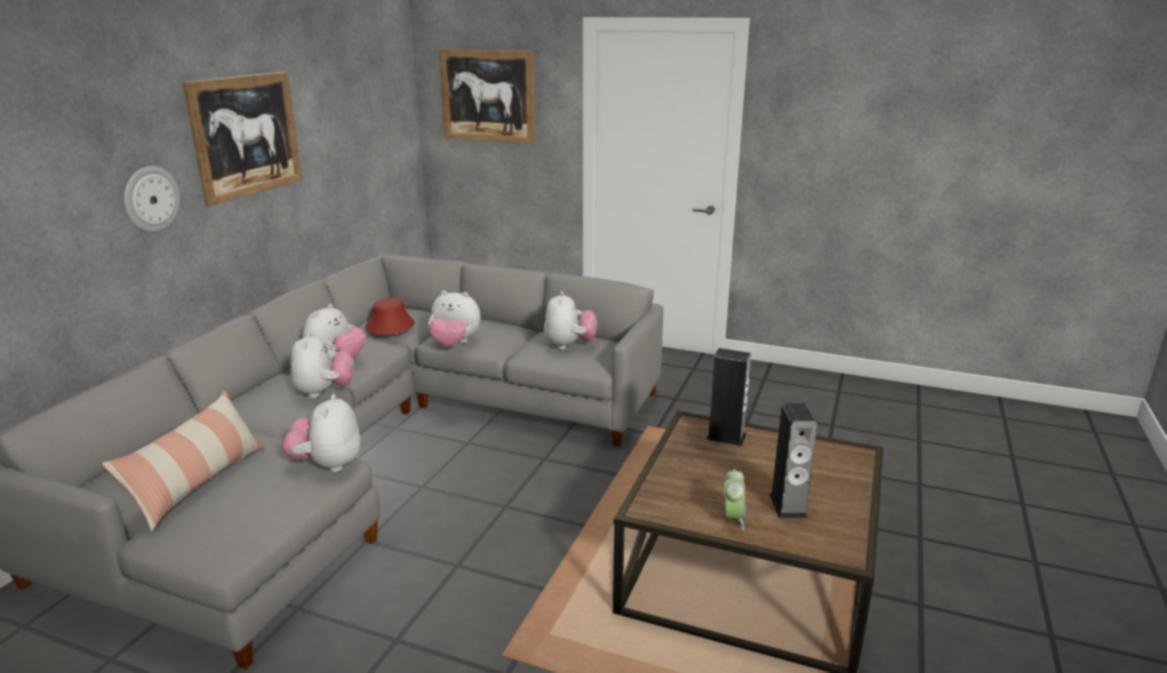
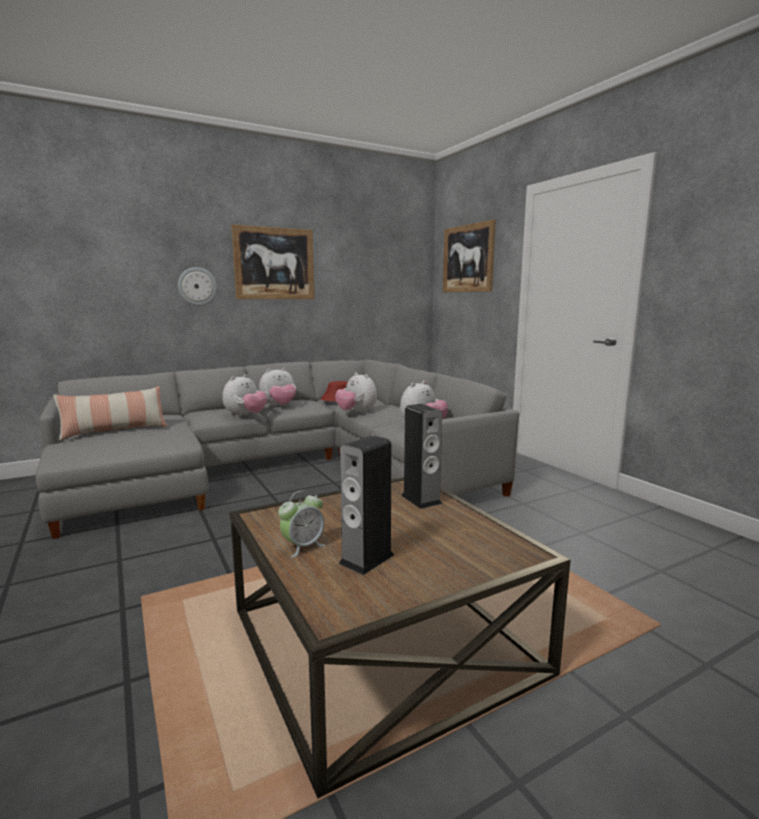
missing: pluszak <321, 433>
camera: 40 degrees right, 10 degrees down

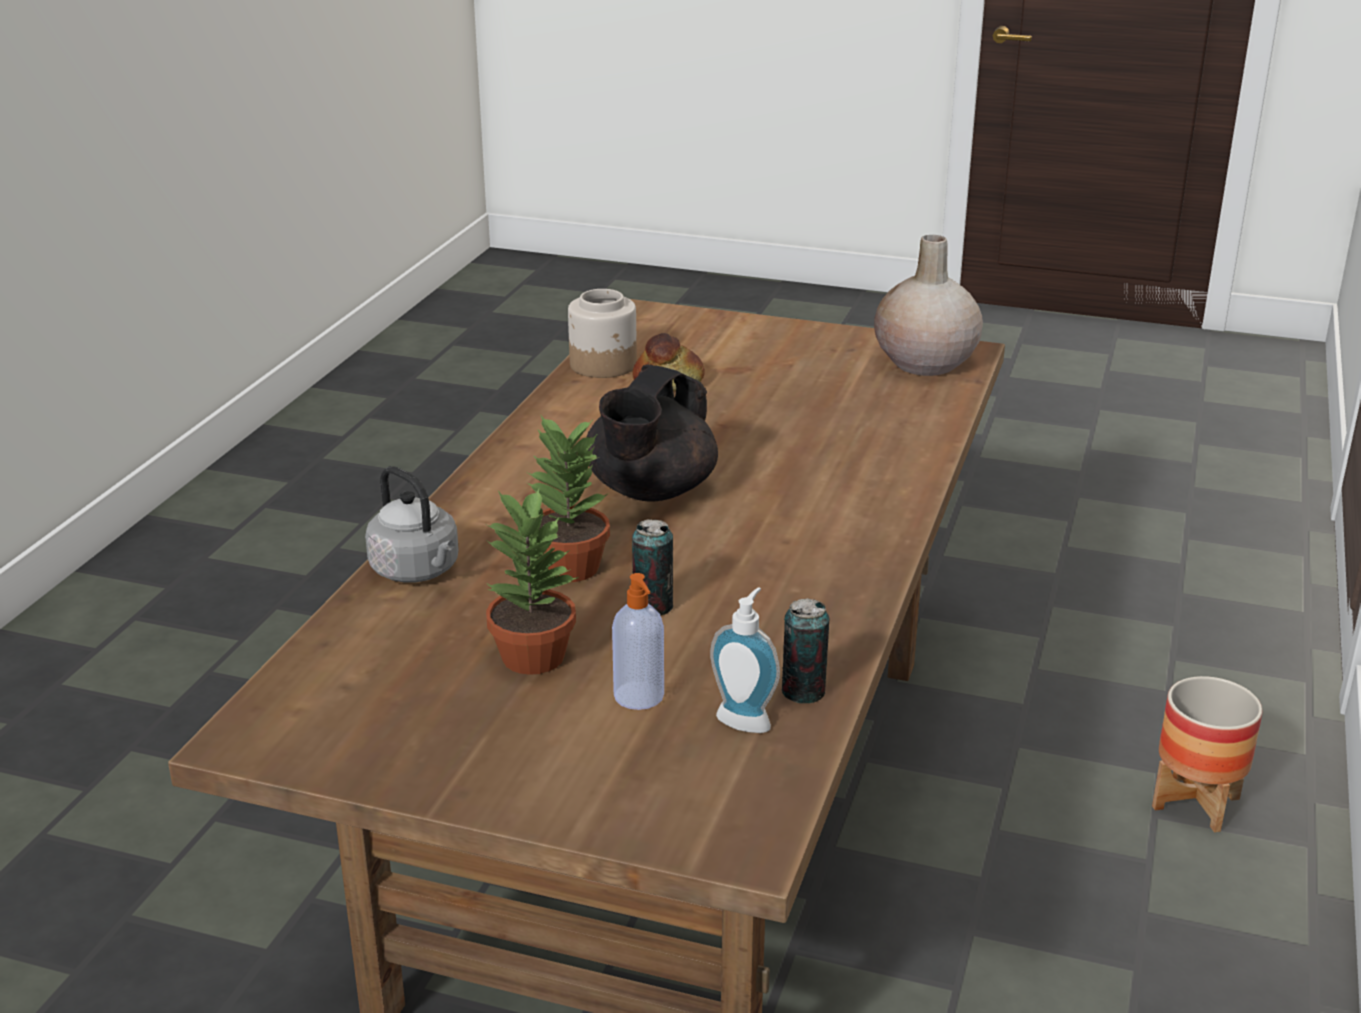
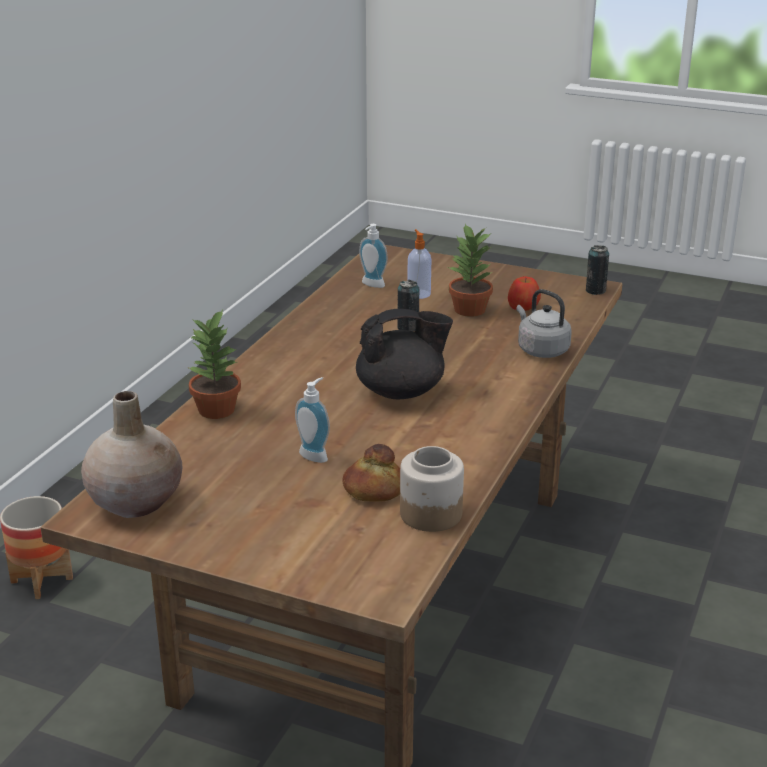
appeared: jabłko <524, 294>; dozownik mydła <312, 420>
relocated: roślina doniczkowa <568, 499> to <214, 364>; puszka <805, 650> to <598, 270>
spun: imbryk/czarny <652, 433> = <404, 354> 45 degrees clockwise
camera: 175 degrees left, 0 degrees up

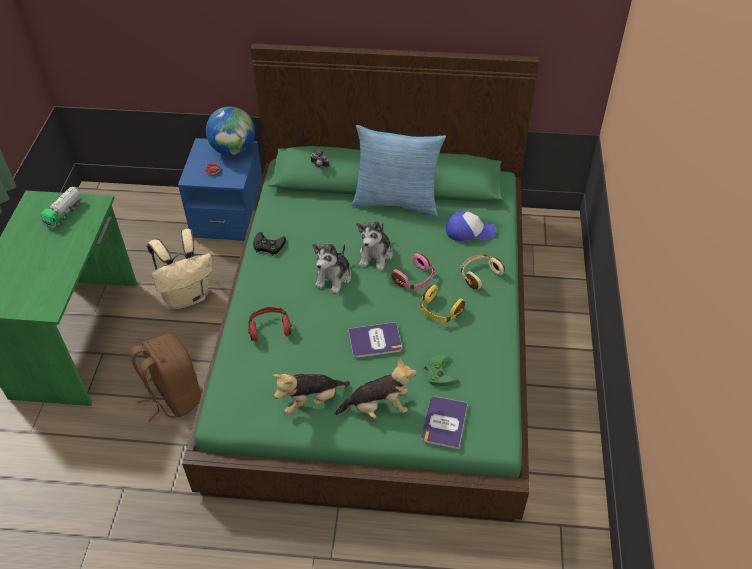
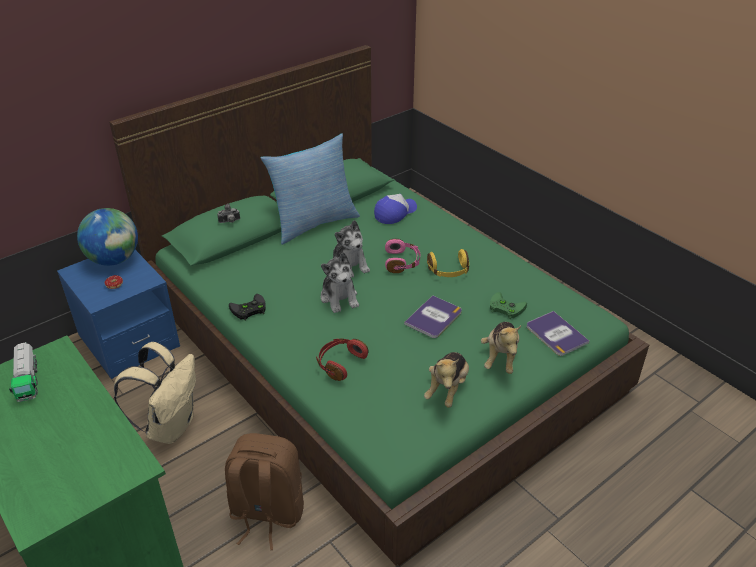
missing: słuchawki/beżowy <483, 272>
spun: pluszak <376, 388> = <501, 348> 150 degrees clockwise
camera: 45 degrees left, 10 degrees down

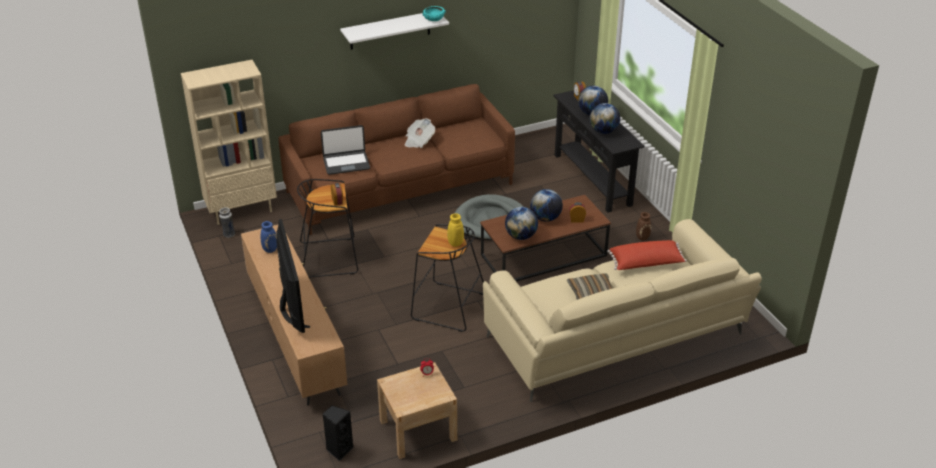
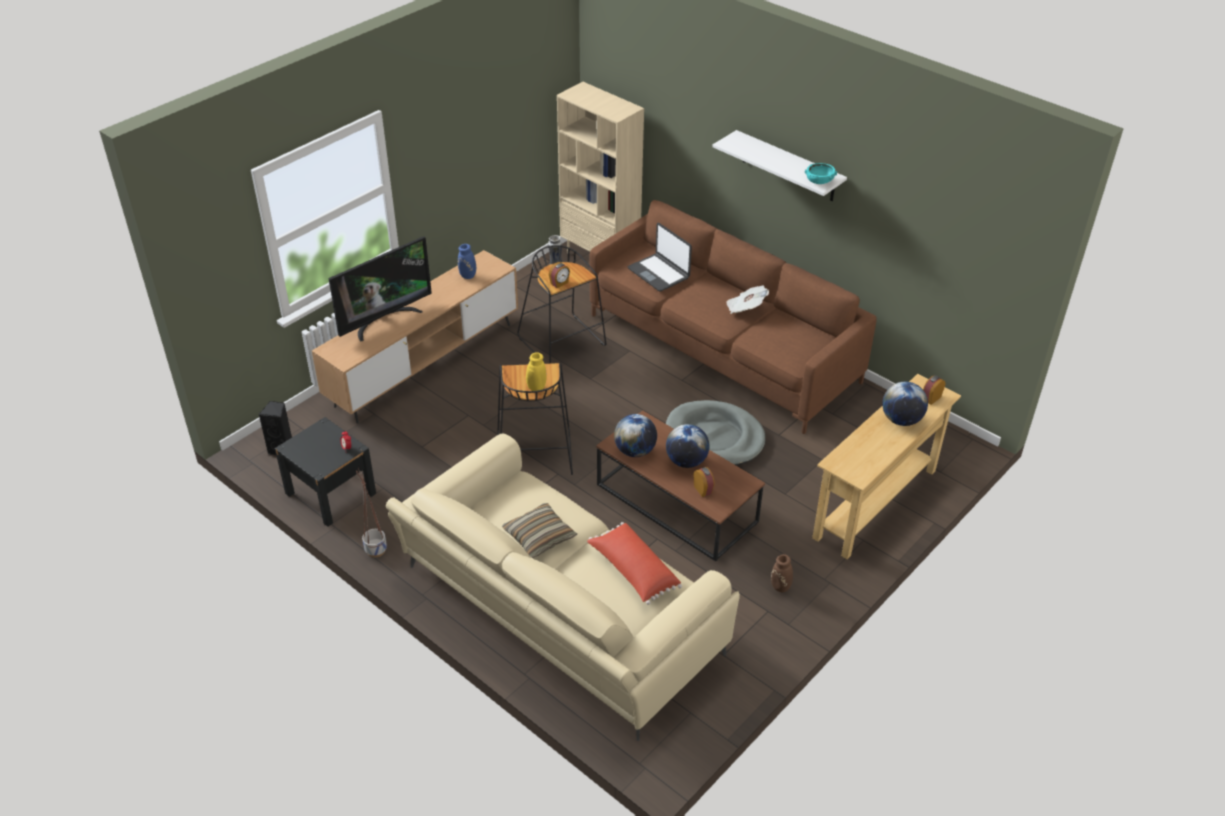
missing: globus <605, 118>
appeared: donica <371, 512>
colour: stolik konsolowy/czarny <599, 151> to stolik konsolowy/beżowy <886, 466>; szafka nocna/beżowy <417, 410> to szafka nocna/czarny <325, 472>
camera: 65 degrees right, 5 degrees up

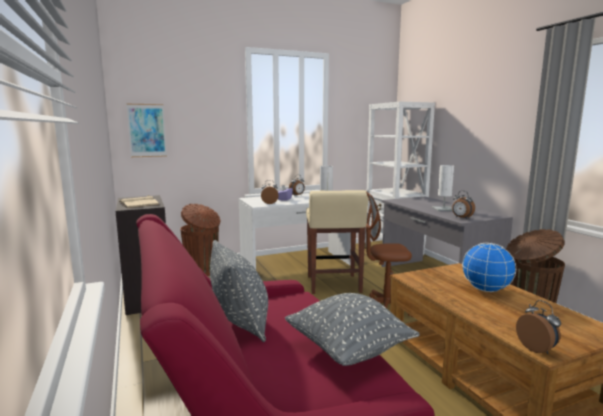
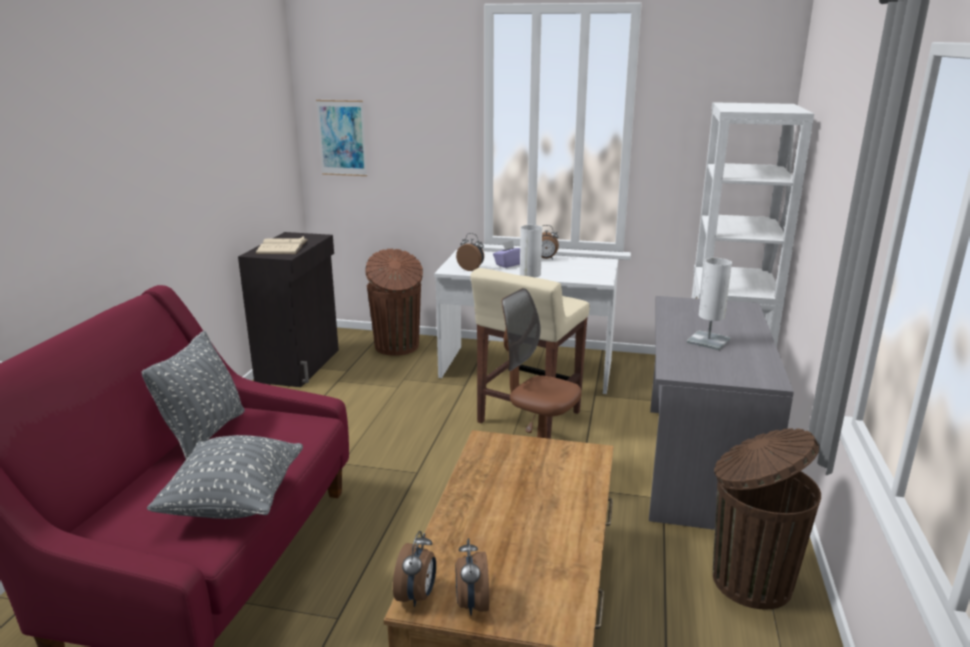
missing: globus <489, 267>
relocated: budzik <463, 205> to <472, 577>
camera: 35 degrees right, 10 degrees up

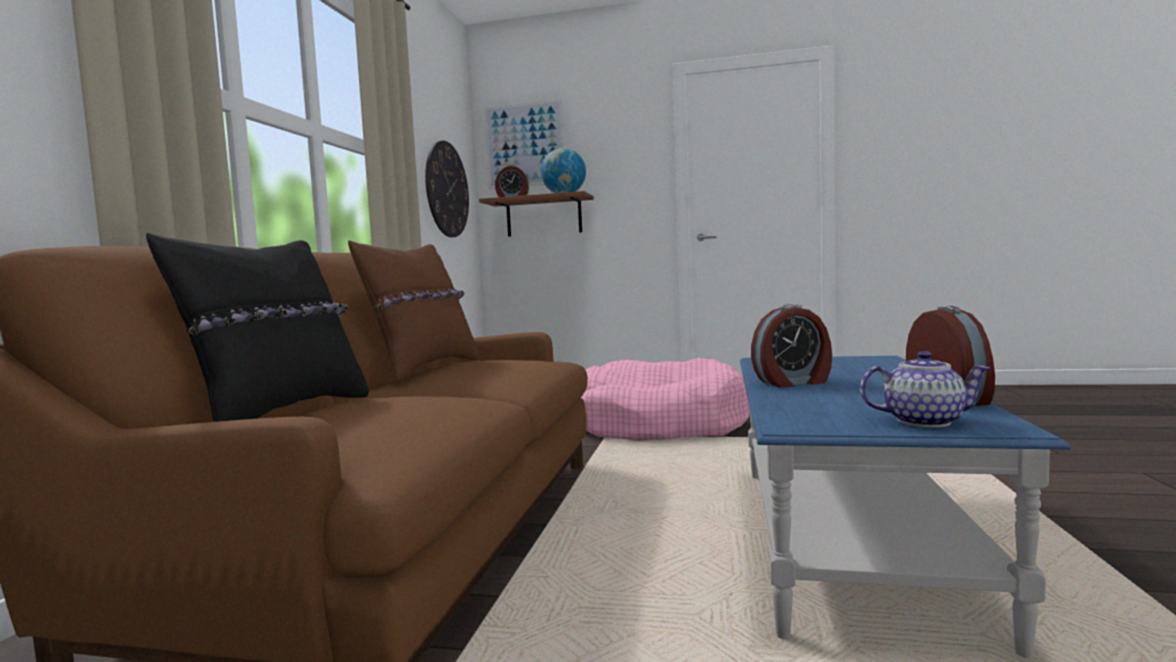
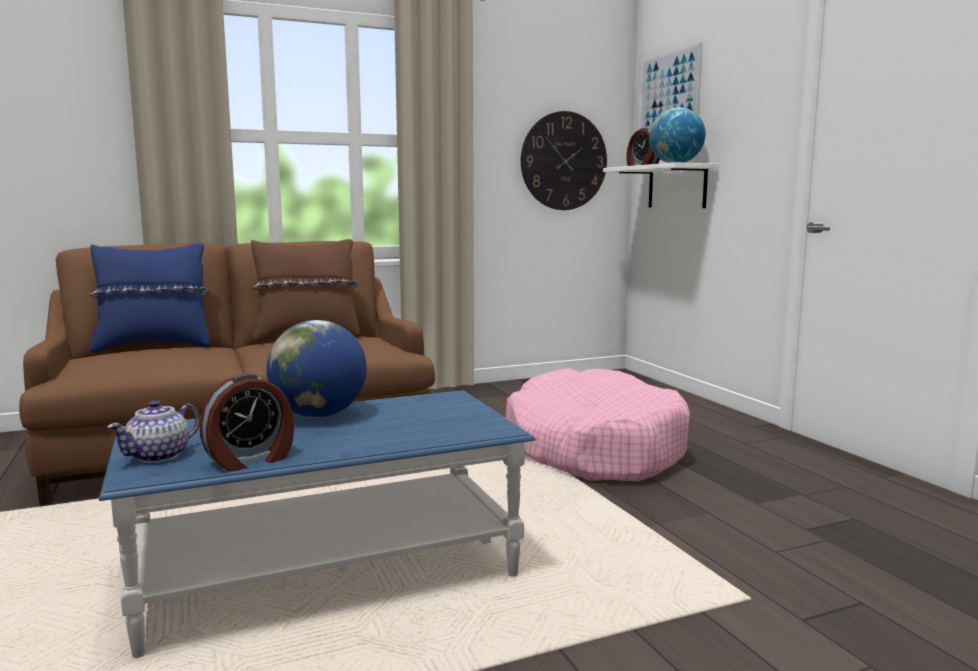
exchanged: budzik <791, 346> to globus <316, 369>
colour: półka/brązowy <536, 214> to półka/biały <661, 185>; poduszka/czarny <257, 327> to poduszka/niebieski <150, 298>
spun: imbryk <925, 389> = <153, 431> 60 degrees clockwise
camera: 55 degrees right, 5 degrees up

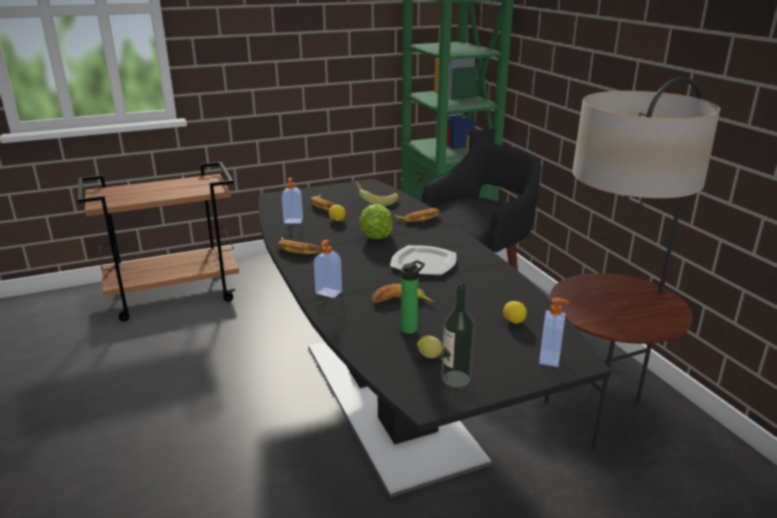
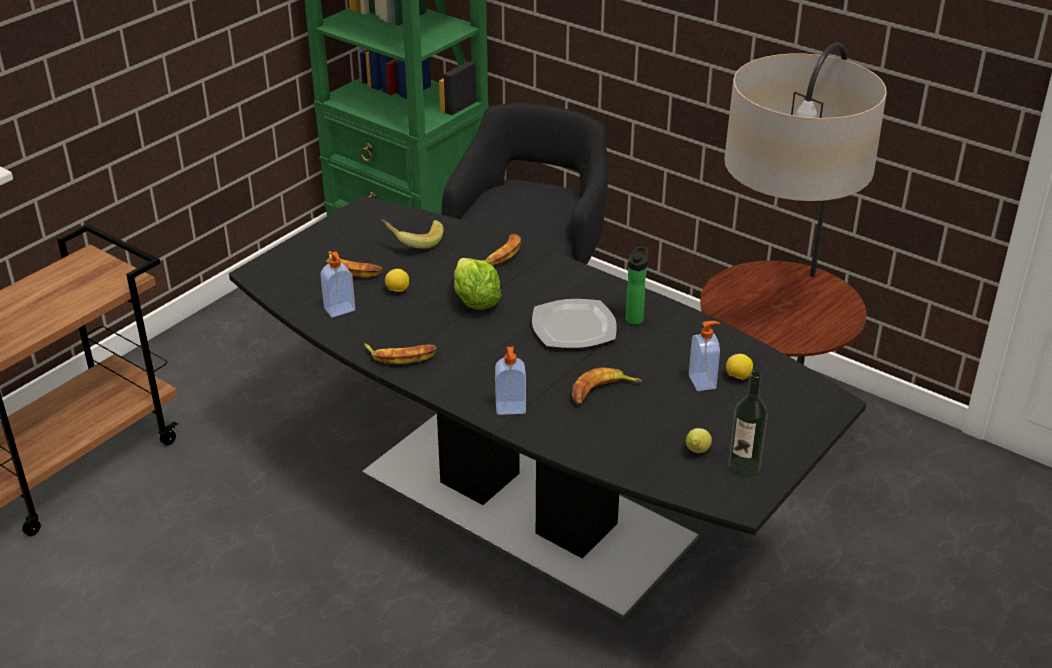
relocated: butelka <413, 297> to <636, 286>; dozownik mydła <554, 332> to <704, 356>
camera: 30 degrees left, 10 degrees up

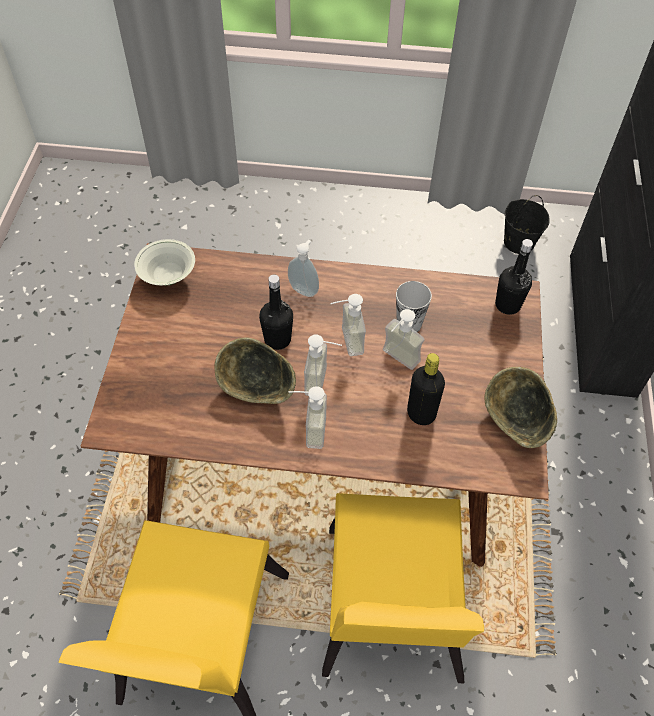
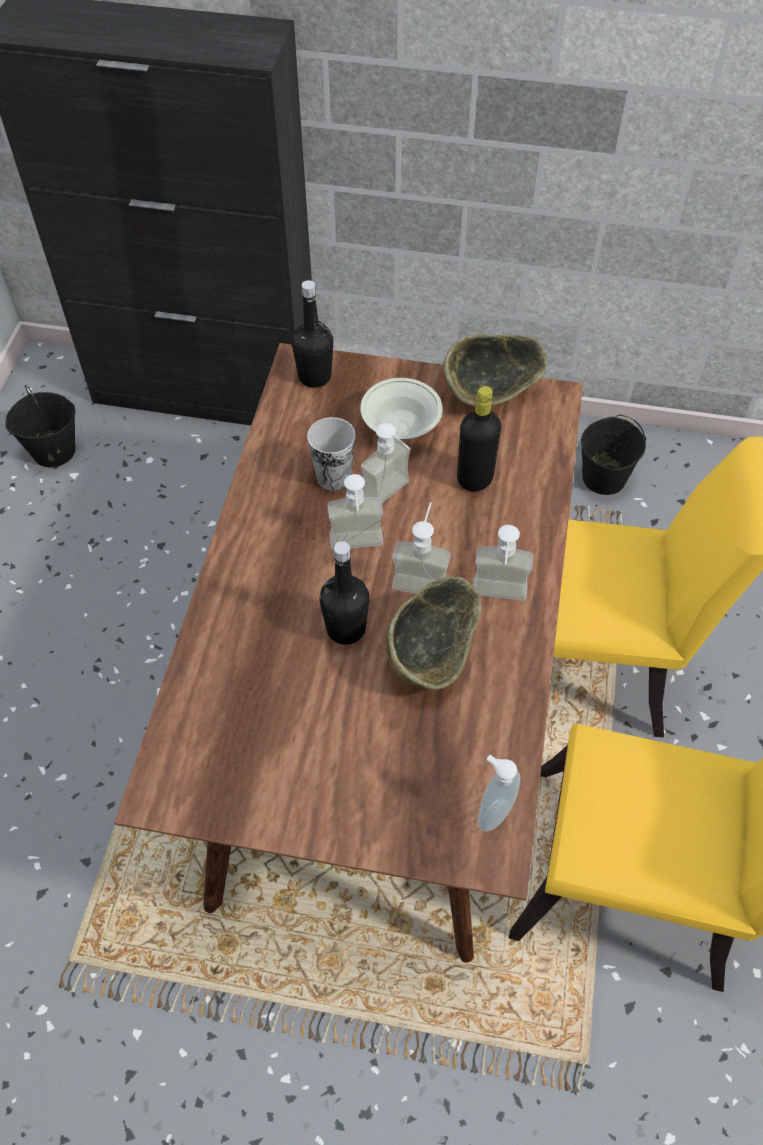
appeared: wiadro/czarny <613, 454>
relocated: miska/biały <164, 262> to <401, 409>; dozownik mydła <303, 268> to <499, 793>
camera: 85 degrees left, 0 degrees up

